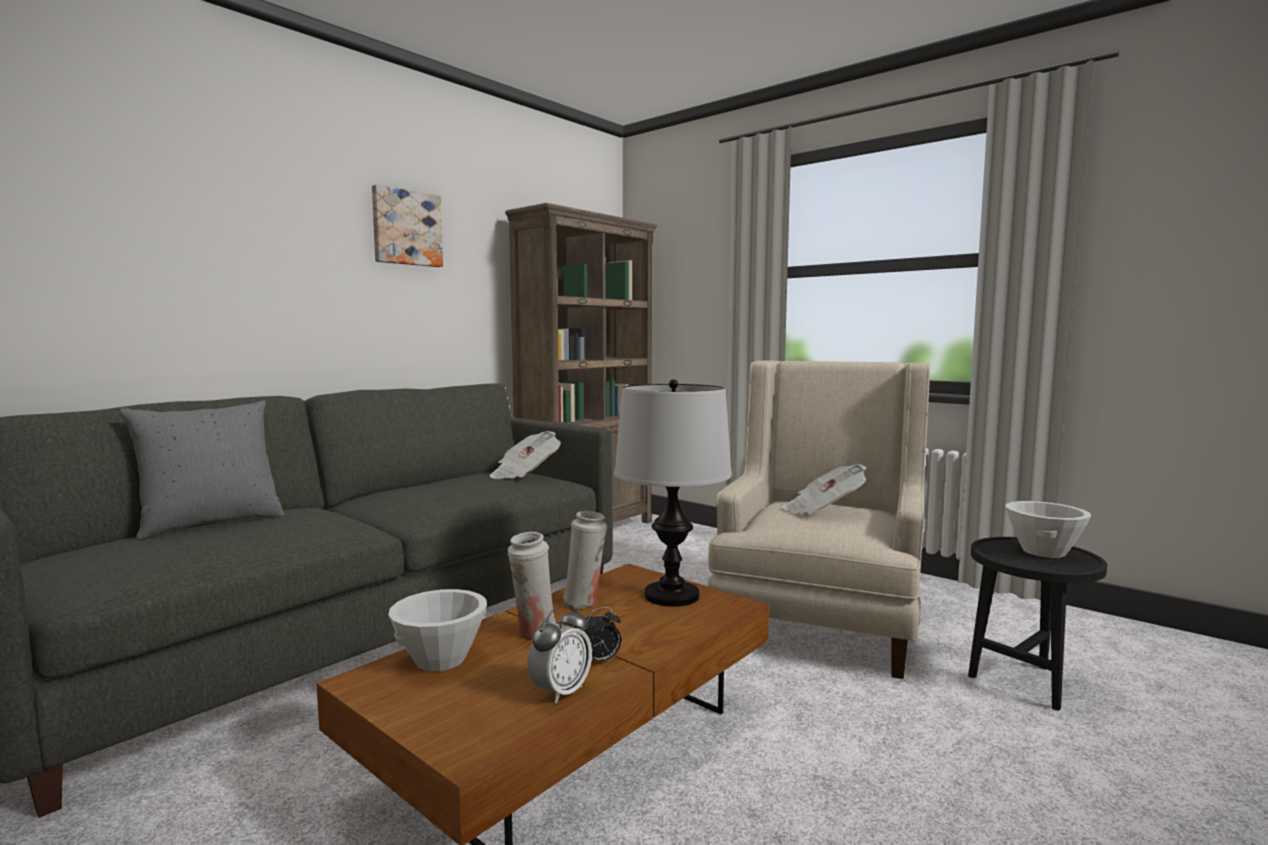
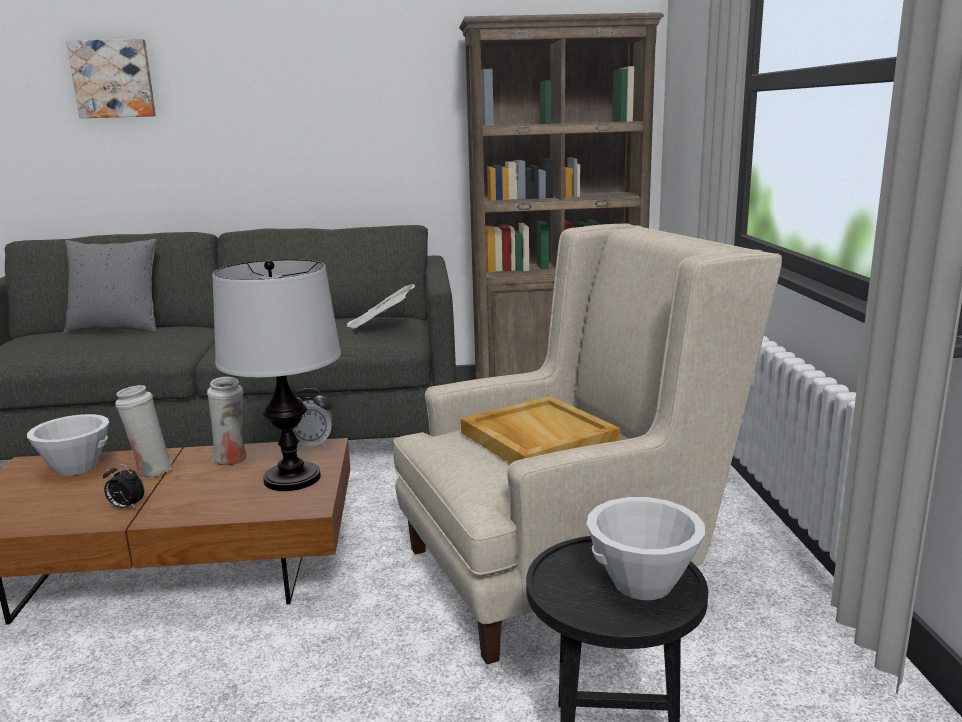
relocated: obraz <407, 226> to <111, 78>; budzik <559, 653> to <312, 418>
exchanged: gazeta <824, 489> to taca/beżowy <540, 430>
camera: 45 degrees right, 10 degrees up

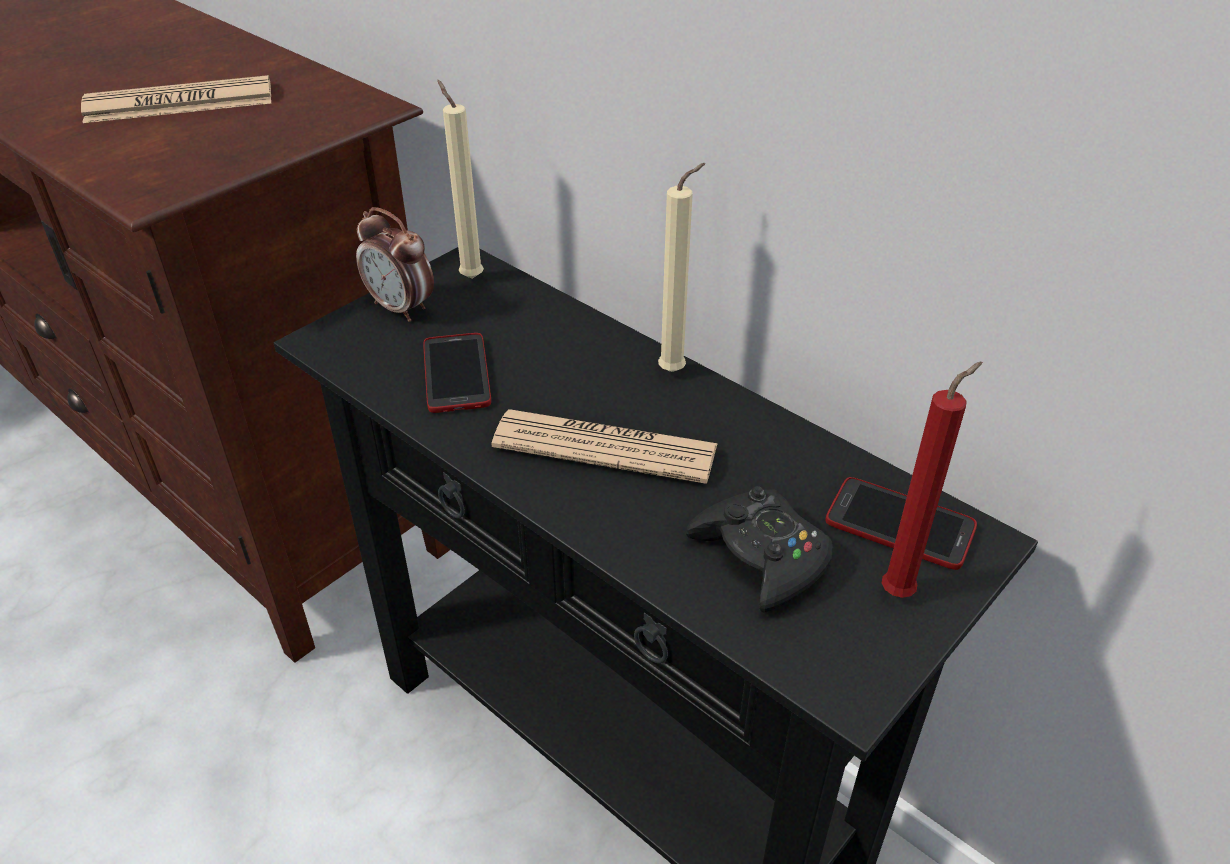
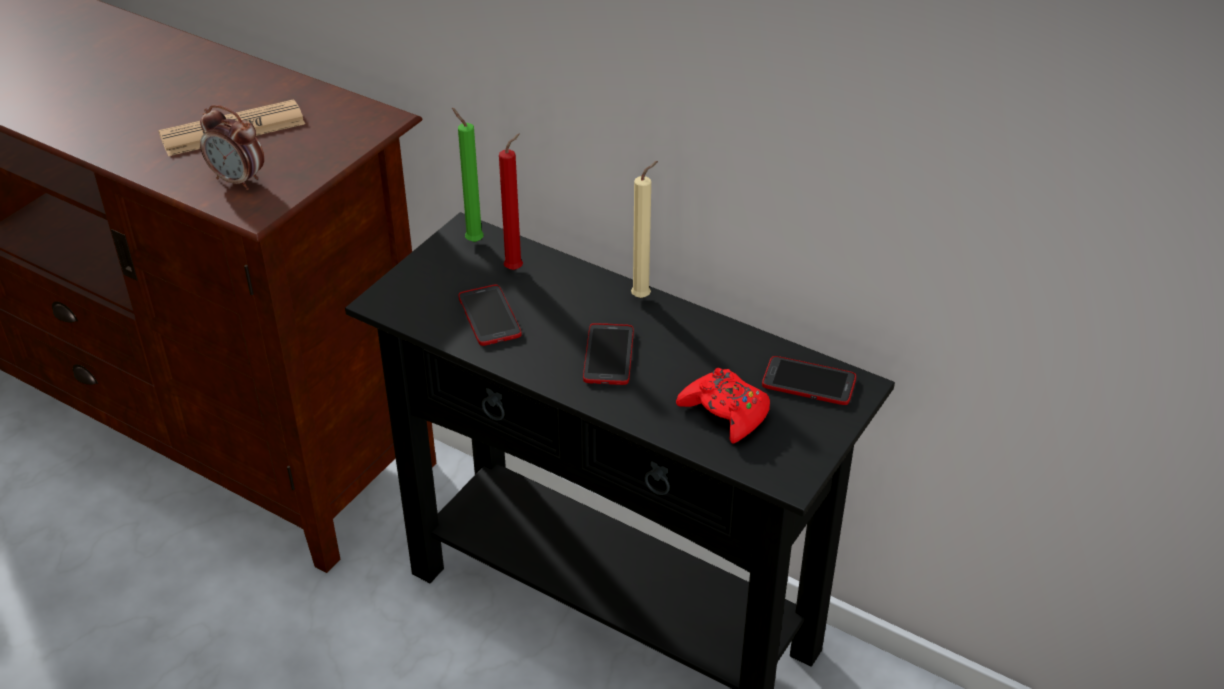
relocated: budzik <395, 264> to <232, 147>; świeca/czerwony <932, 480> to <511, 201>
exchanged: gazeta <605, 446> to telefon <608, 354>
colour: świeca/beżowy <460, 179> to świeca/zielony <468, 175>; pad do gier/czarny <759, 549> to pad do gier/czerwony <723, 406>
camera: 10 degrees left, 0 degrees up

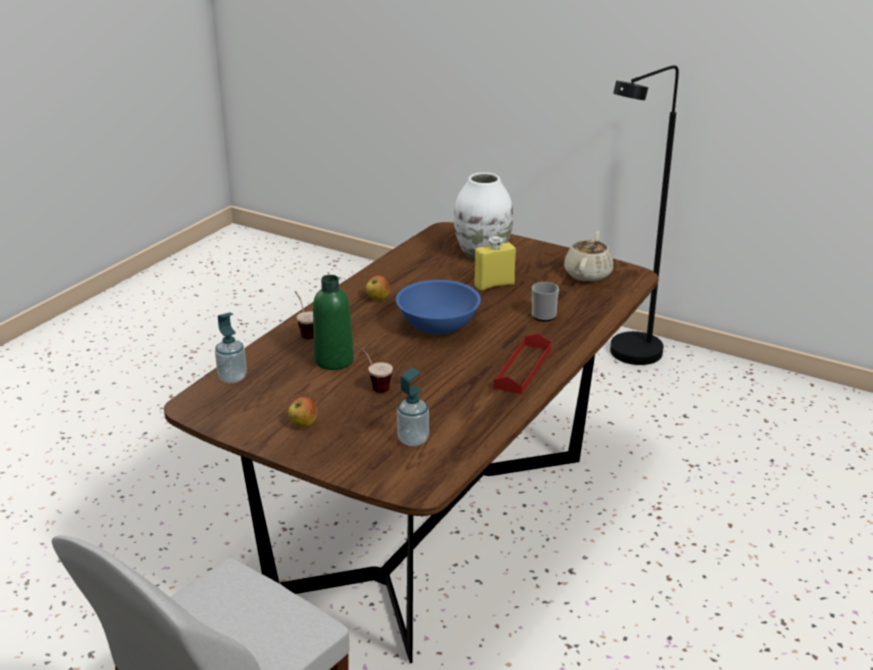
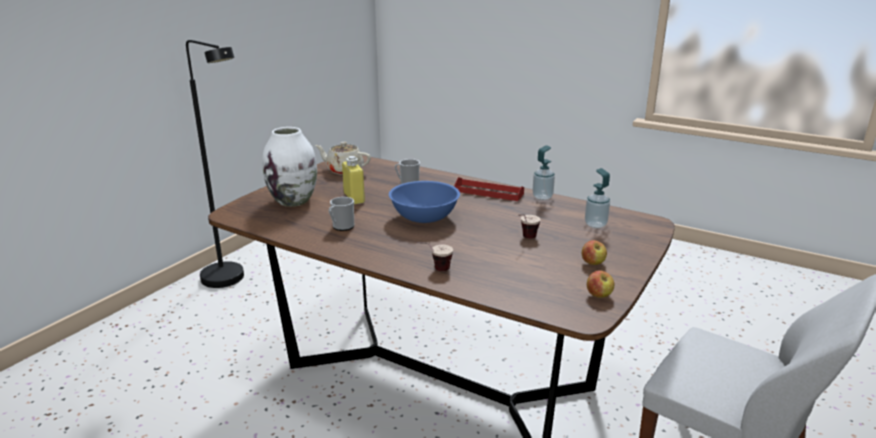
missing: butelka/zielony <333, 322>
appeared: kubek <341, 214>
relocated: jabłko <378, 288> to <600, 284>; dozownik mydła <231, 347> to <543, 172>
camera: 90 degrees left, 5 degrees down

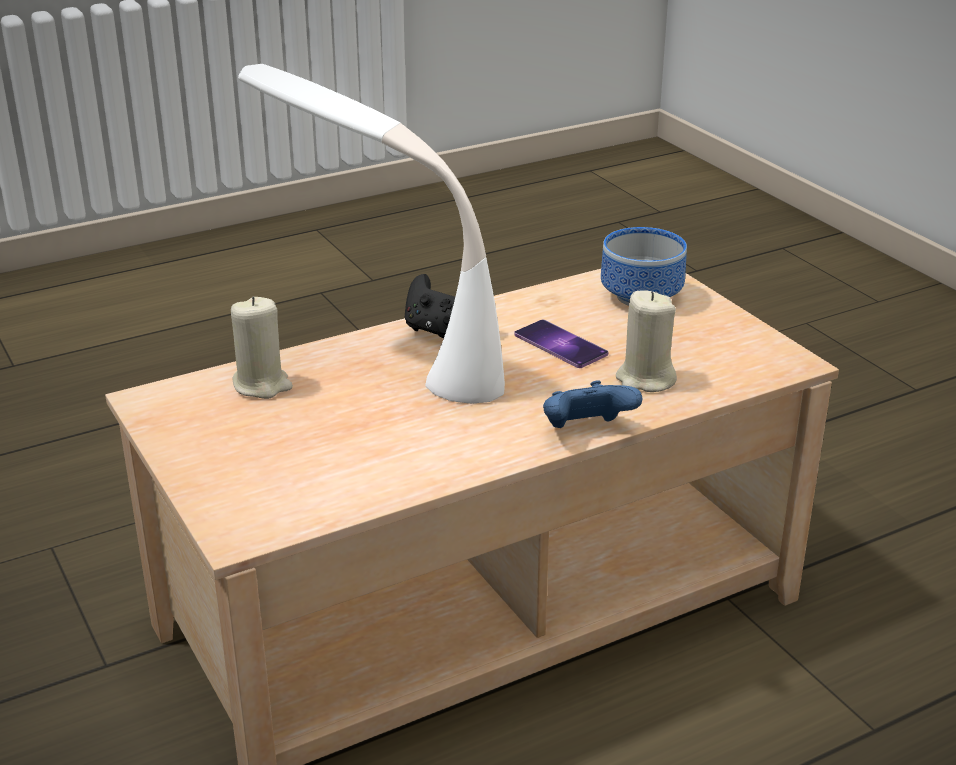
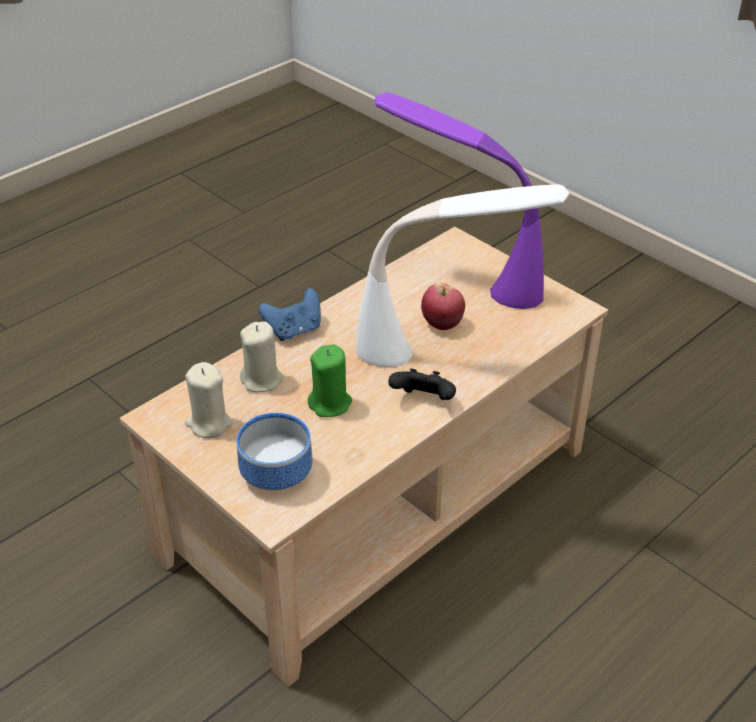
appeared: lampa stołowa/fioletowy <459, 200>; jabłko <443, 306>
relocated: świeca/beżowy <262, 347> to <208, 400>
exchanged: telefon <561, 344> to świeca/zielony <330, 380>
camera: 165 degrees right, 10 degrees up

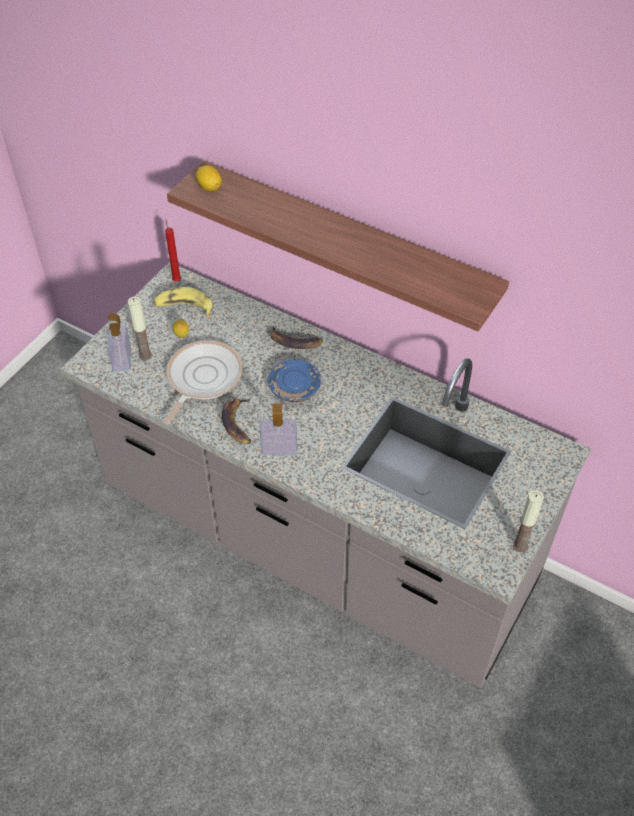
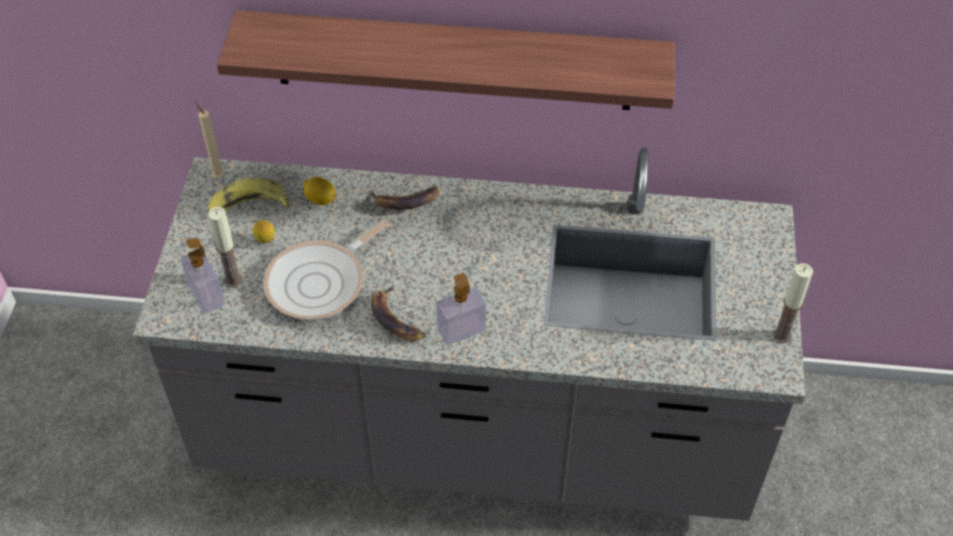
missing: talerz/niebieski <294, 381>
relocated: cytryna <209, 178> to <319, 191>
colour: świeca/czerwony <173, 250> to świeca/beżowy <209, 139>
spun: patelnia <203, 382> = <326, 270> 135 degrees counterclockwise
camera: 25 degrees left, 0 degrees up

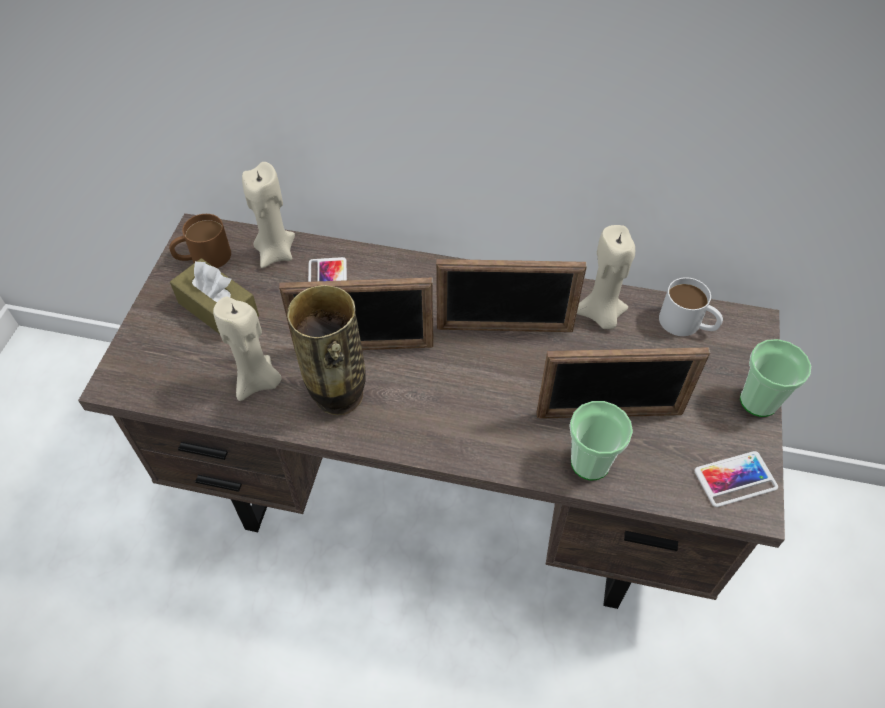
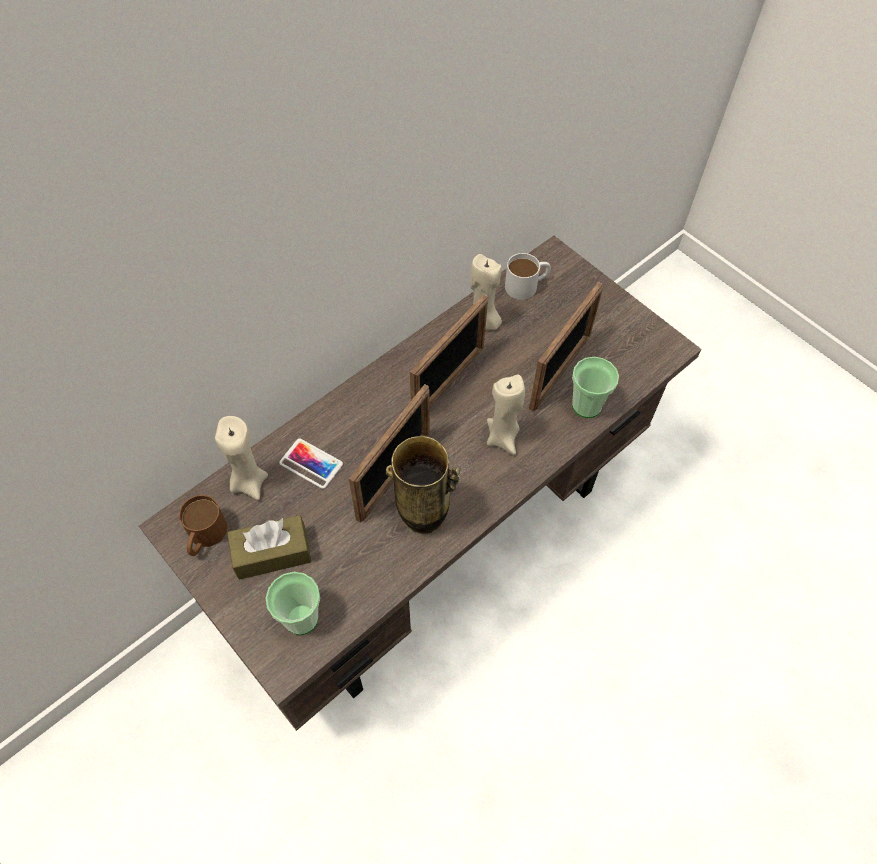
missing: telefon <736, 479>
relocated: świeca/beżowy <247, 349> to <506, 415>; filiżanka <775, 378> to <293, 603>
camera: 55 degrees left, 5 degrees up

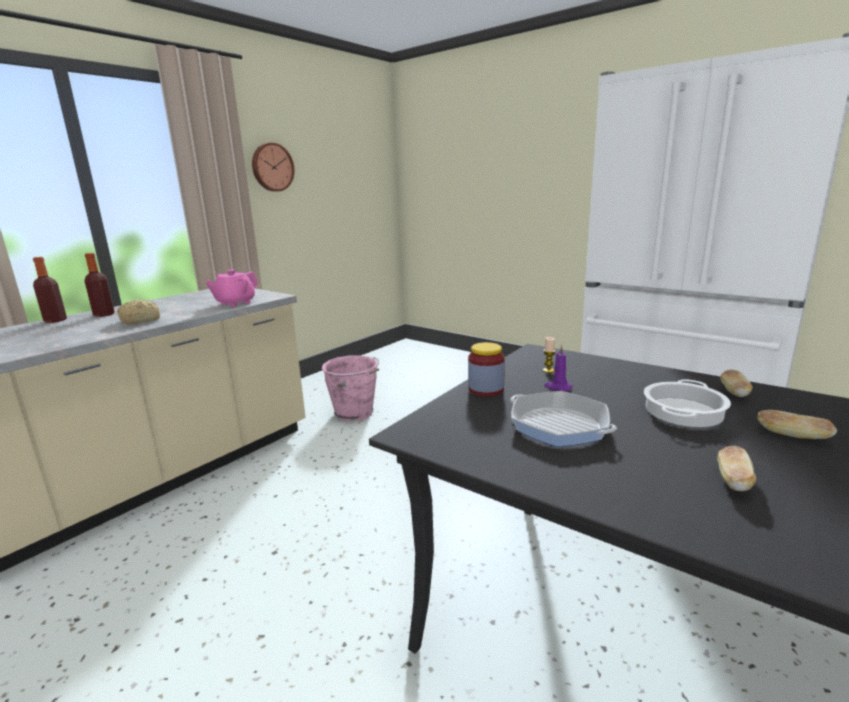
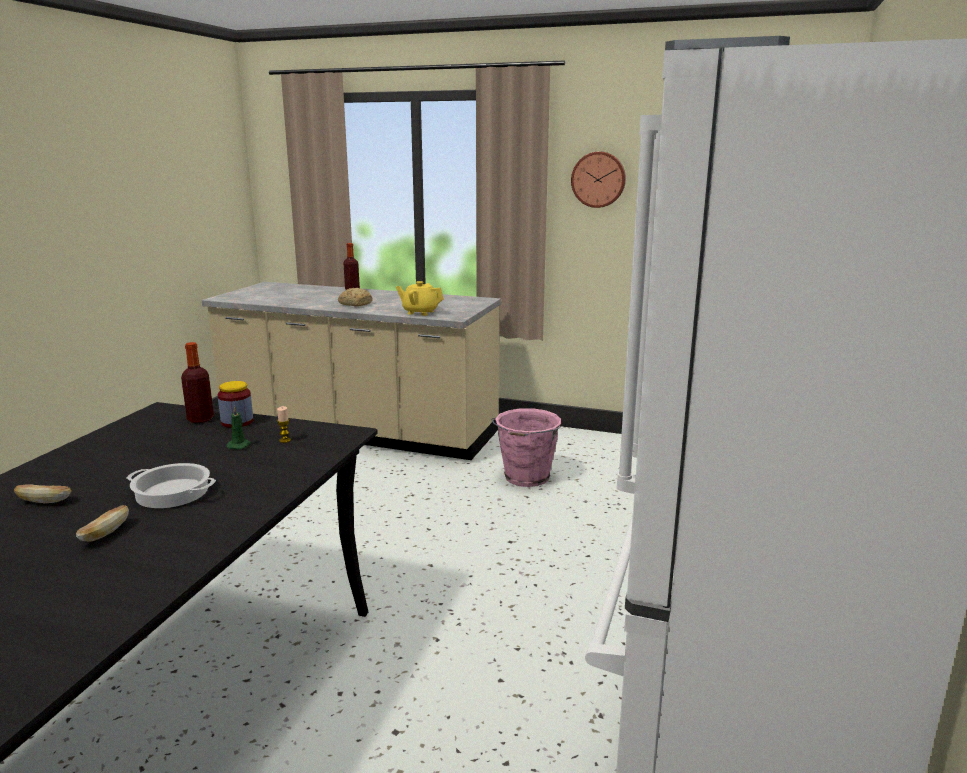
missing: chleb <736, 383>; patelnia <563, 419>
relocated: butelka <100, 285> to <197, 382>
colour: imbryk/różowy <231, 288> to imbryk/żółty <420, 298>; świeca/fioletowy <558, 367> to świeca/zielony <238, 428>
camera: 70 degrees right, 0 degrees up

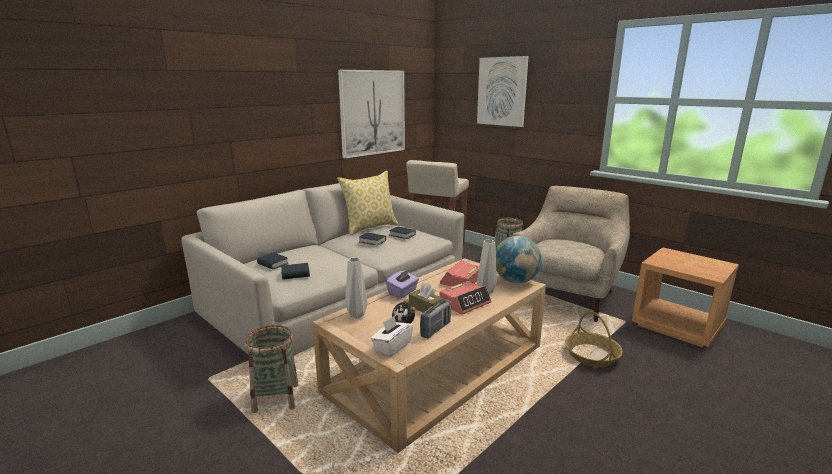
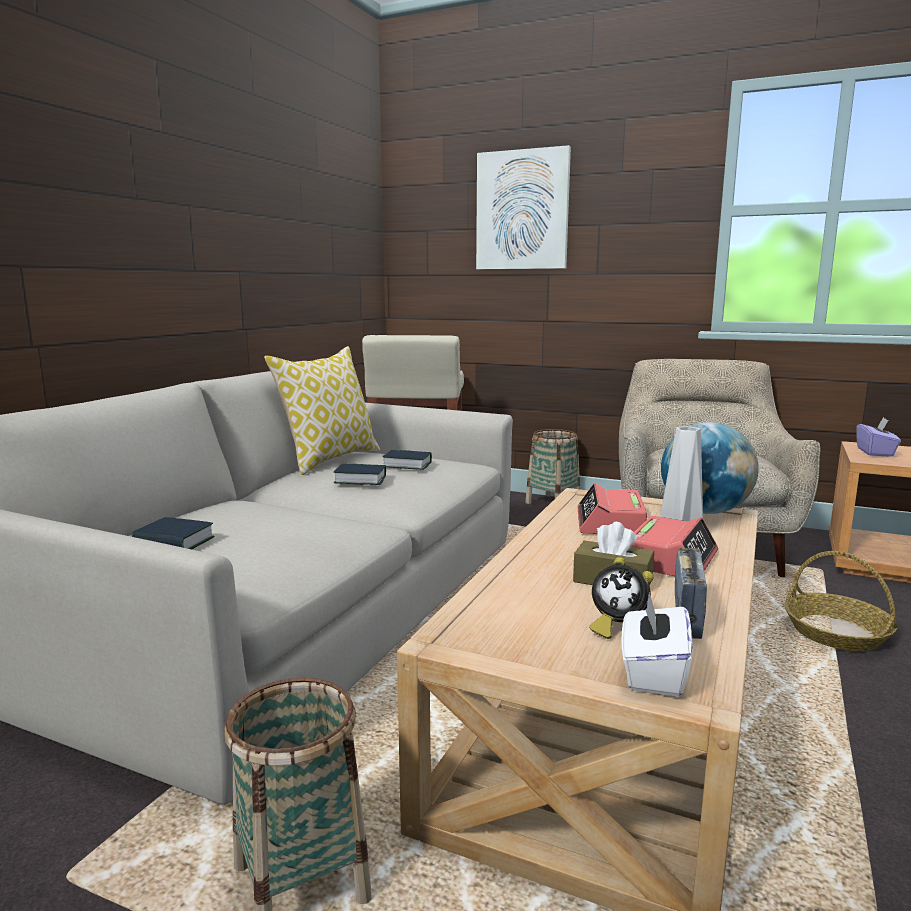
missing: obraz <371, 114>; wazon/szary <356, 288>; książka <295, 271>
relocated: pudełko chusteczek/fioletowy <402, 283> to <878, 437>
camera: 20 degrees left, 5 degrees down

